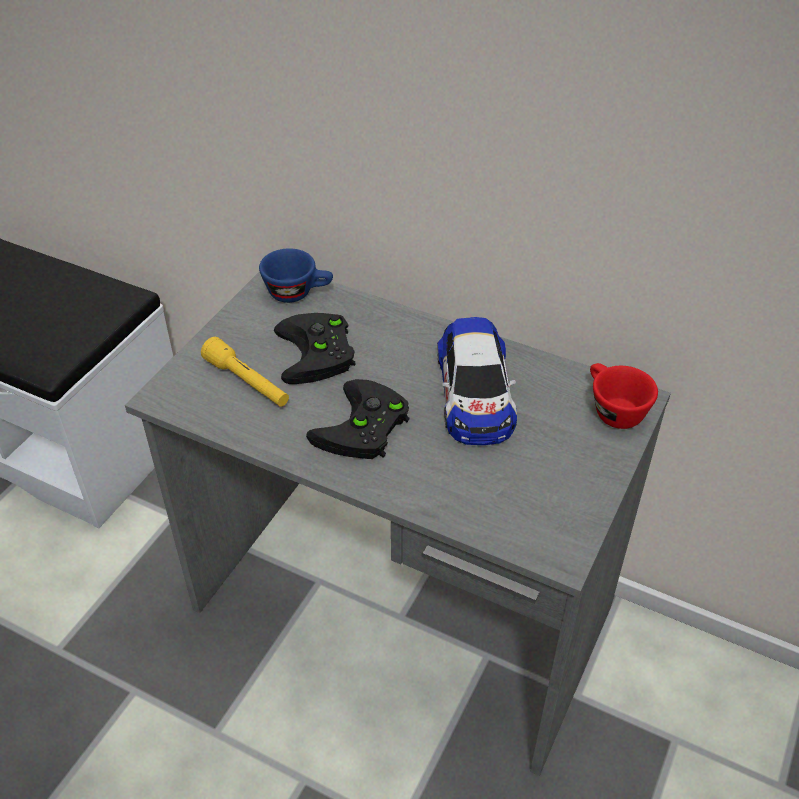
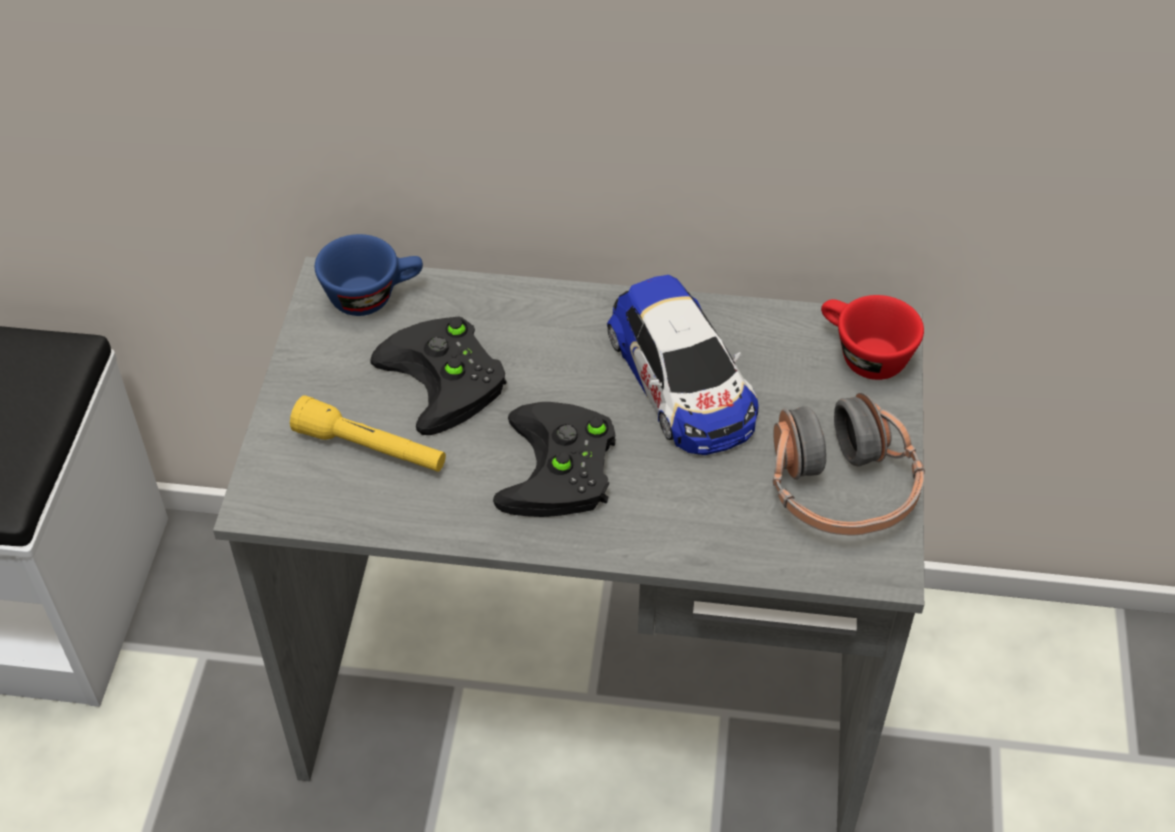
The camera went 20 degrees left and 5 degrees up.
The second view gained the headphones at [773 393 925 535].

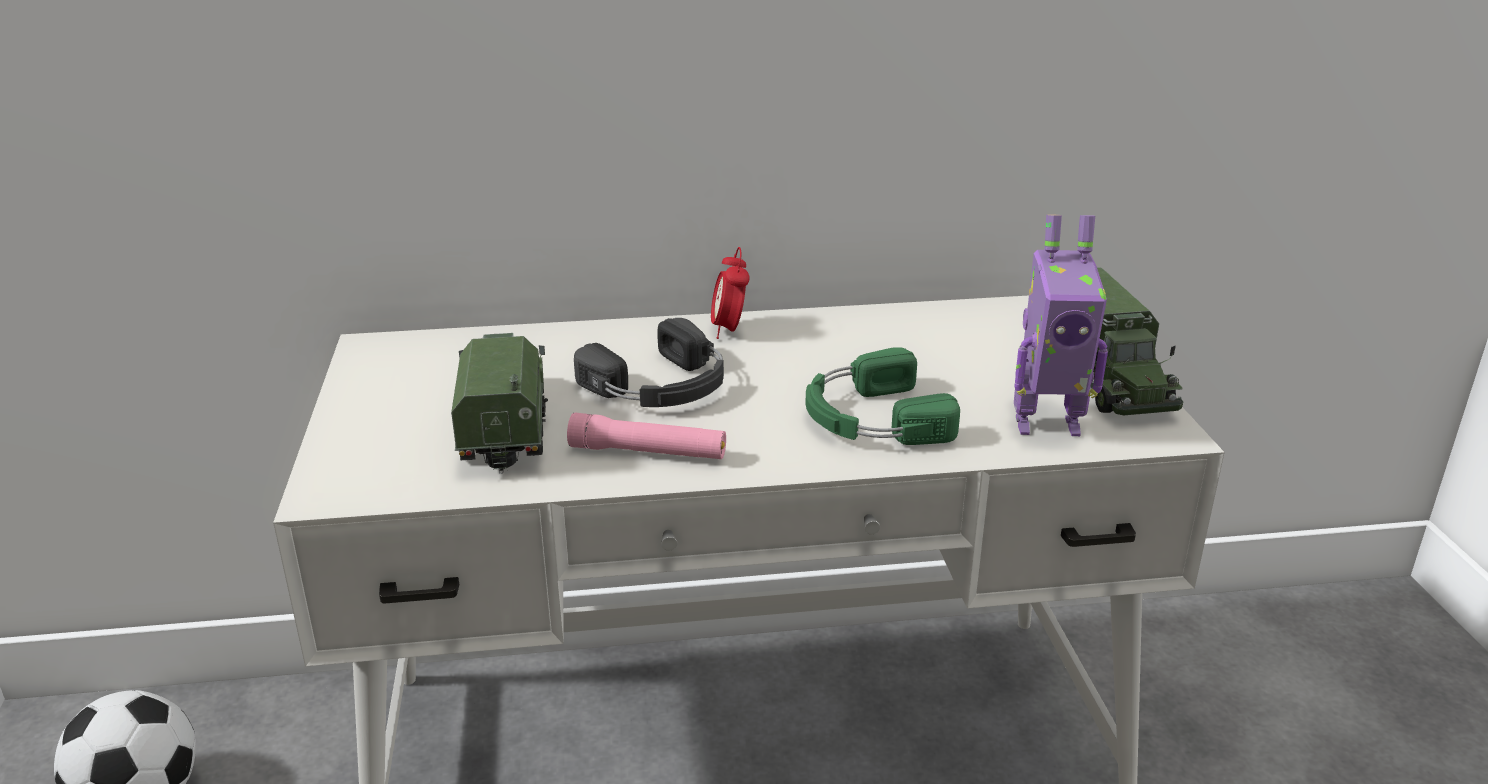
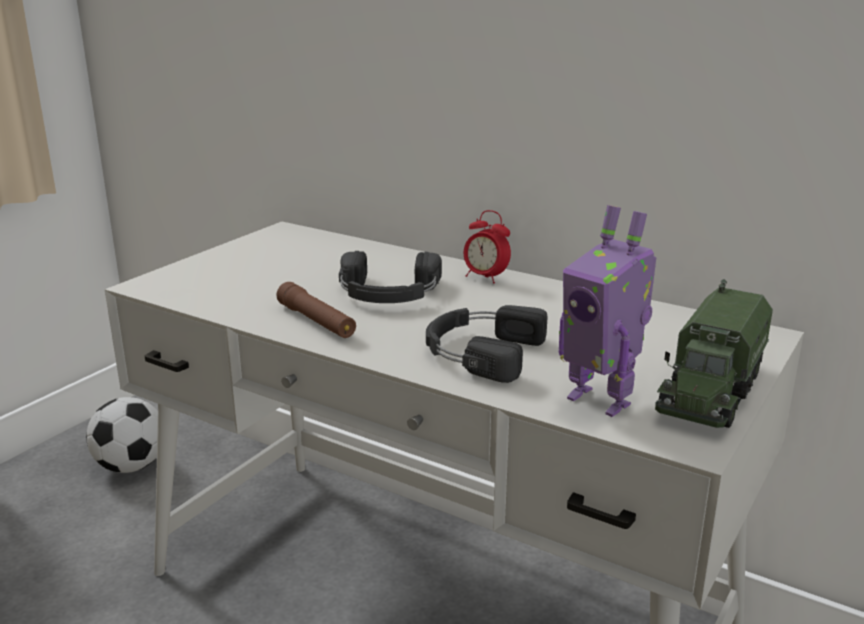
The camera went 40 degrees right and 5 degrees down.
What was the flashlight in pink at [567 413 726 459] turned into the flashlight in brown at [277 282 356 338].
What was the headphones in green at [806 347 960 445] turned into the headphones in black at [426 305 547 383].
The alarm clock at [711 247 750 339] ended up facing another way, 90 degrees counterclockwise from before.
The second view lost the toy truck at [451 333 548 474].

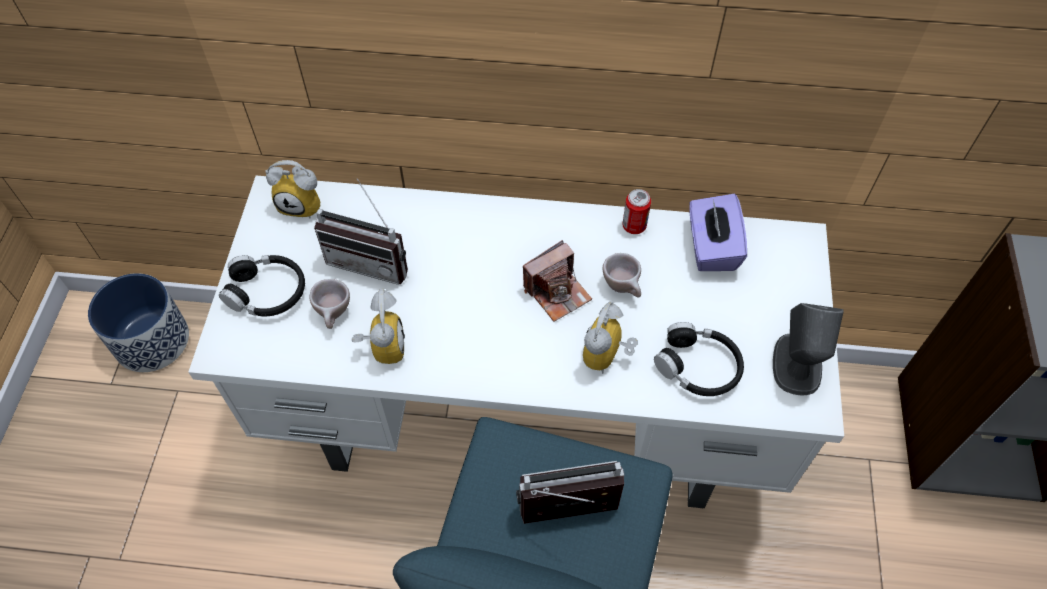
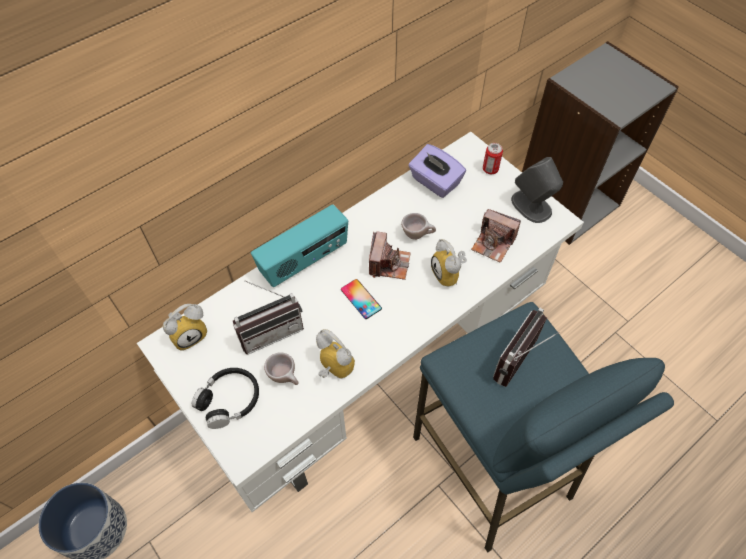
The camera went 45 degrees left and 0 degrees up.
The second view gained the radio at [251 204 348 287].
The second view gained the phone at [341 279 382 319].
Where the headphones in black stood at [654 322 744 396], the photo camera came to stand at [471 209 521 263].
The can ended up elsewhere, having gone from [622 189 651 234] to [483 143 503 174].

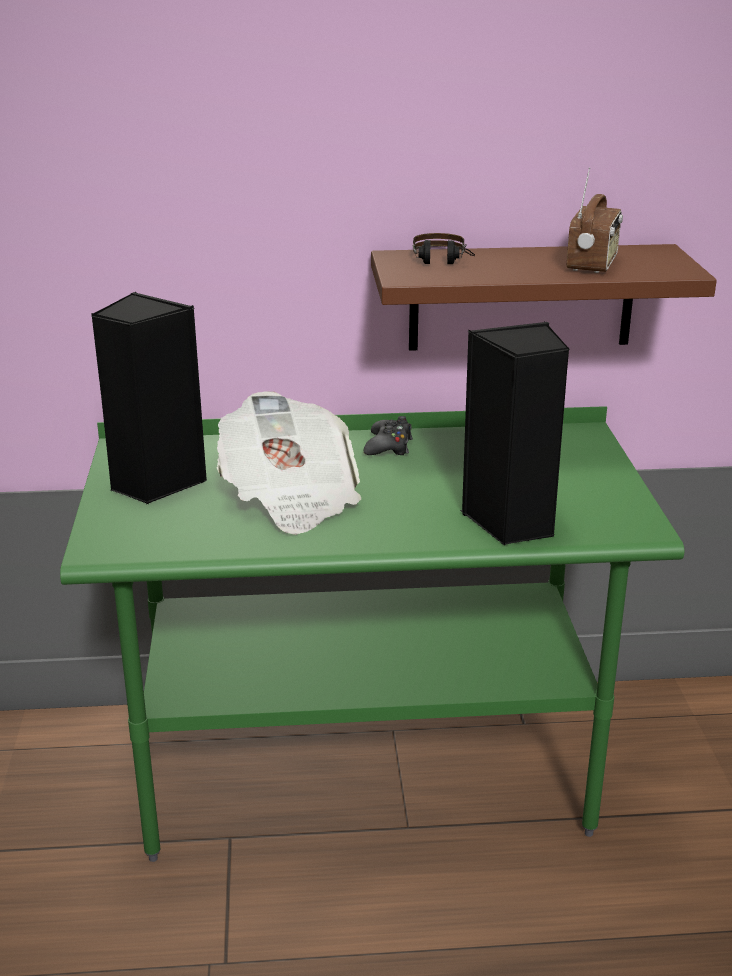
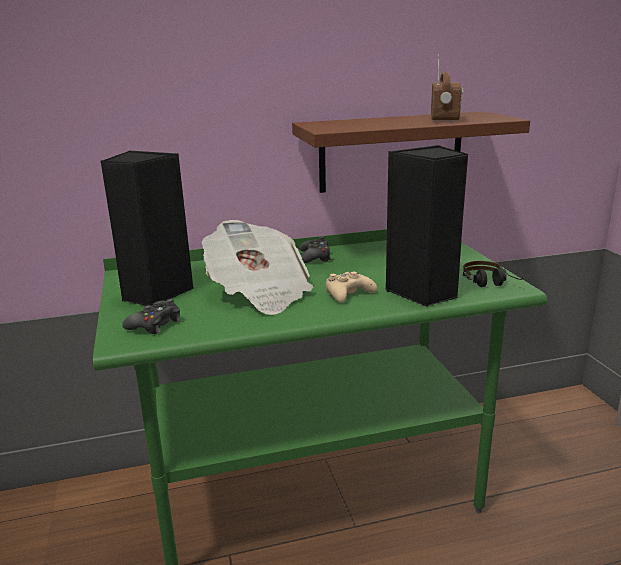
The camera went 10 degrees left and 5 degrees down.
The second view gained the game controller in black at [122 299 181 334].
The second view gained the game controller in beige at [326 271 377 303].
The headphones ended up elsewhere, having gone from [412 233 475 264] to [463 261 523 287].

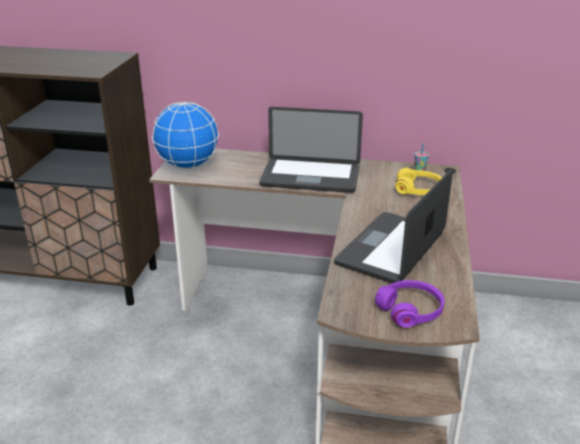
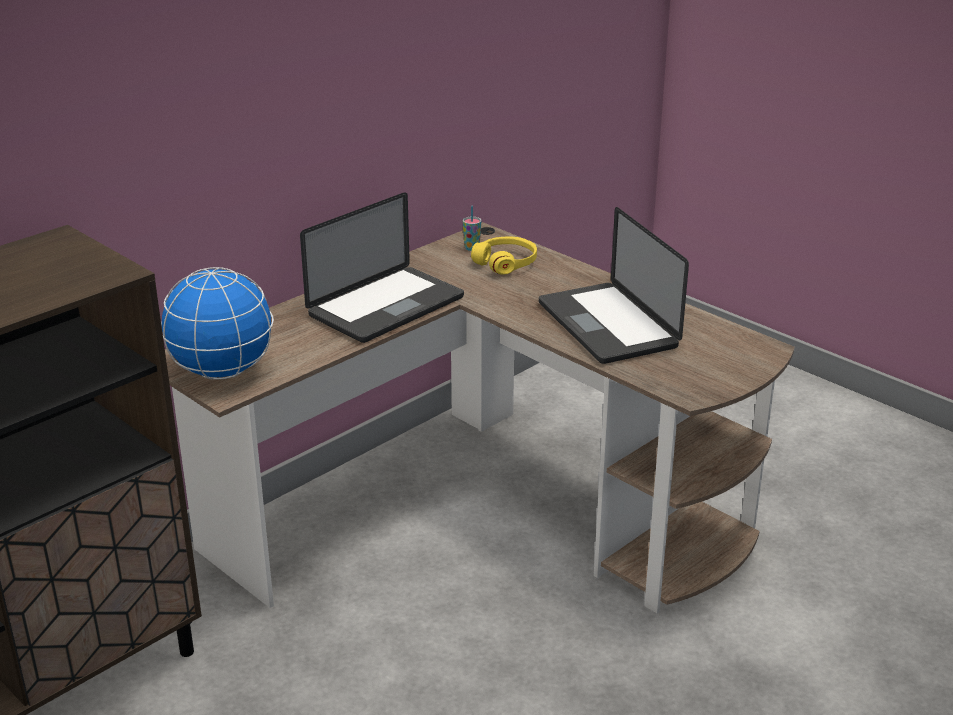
The camera went 55 degrees left and 0 degrees up.
The second view lost the headphones in purple at [375 280 444 328].

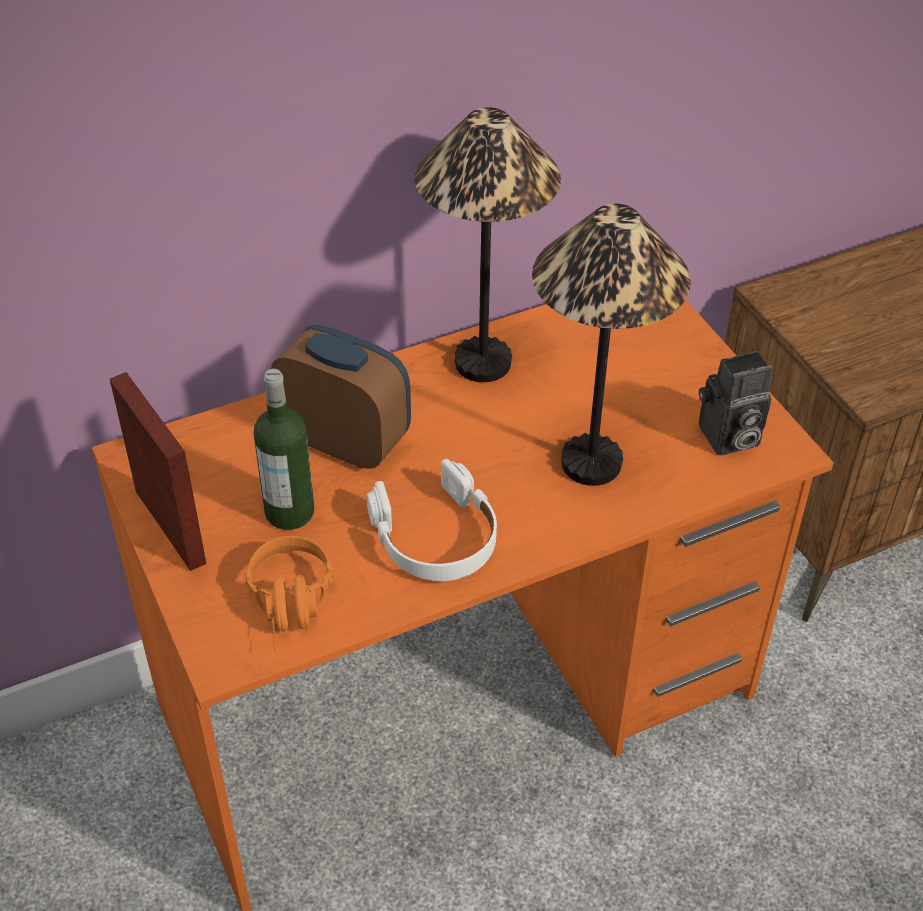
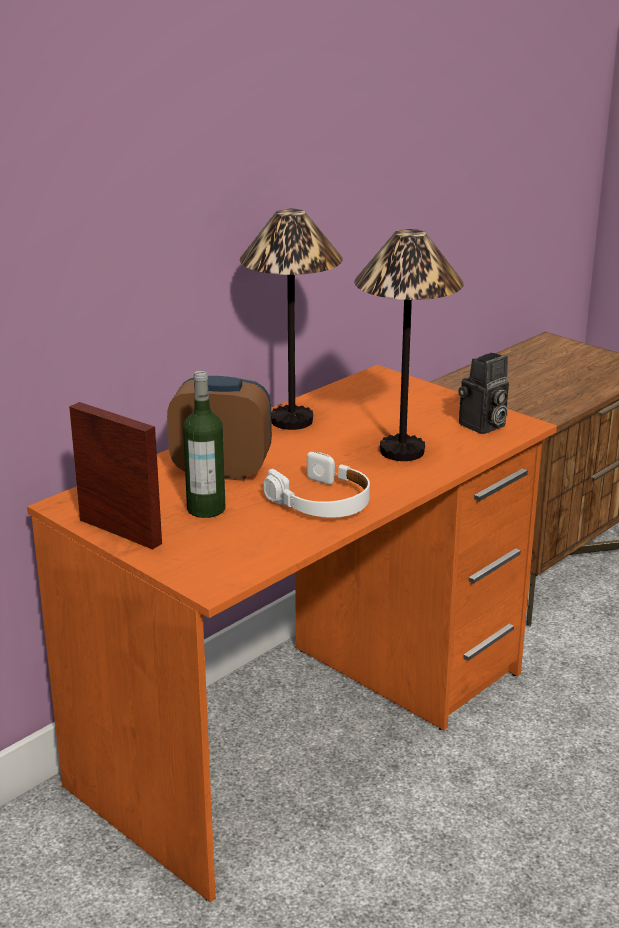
The camera went 20 degrees left and 20 degrees down.
The second view lost the headphones in orange at [245 536 334 650].

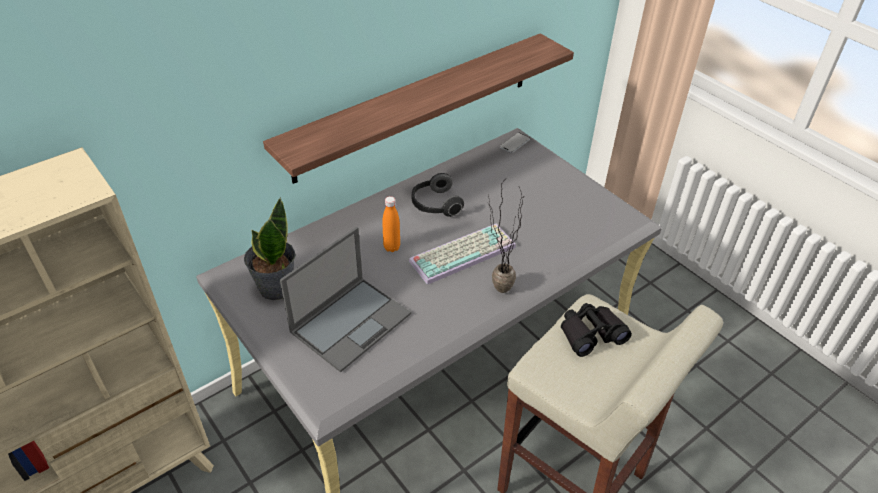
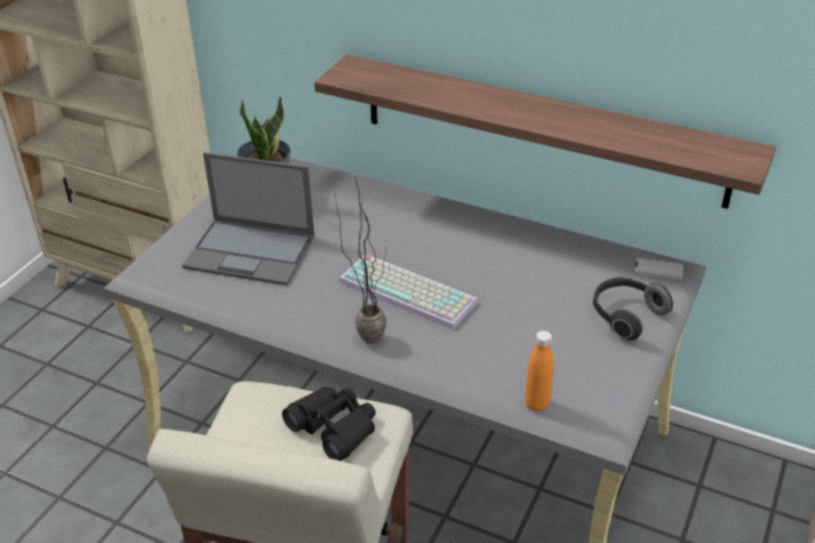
The camera went 65 degrees right and 5 degrees down.
The bottle in orange ended up elsewhere, having gone from [382 196 400 252] to [525 331 554 412].
The headphones ended up elsewhere, having gone from [411 173 464 217] to [593 277 673 341].

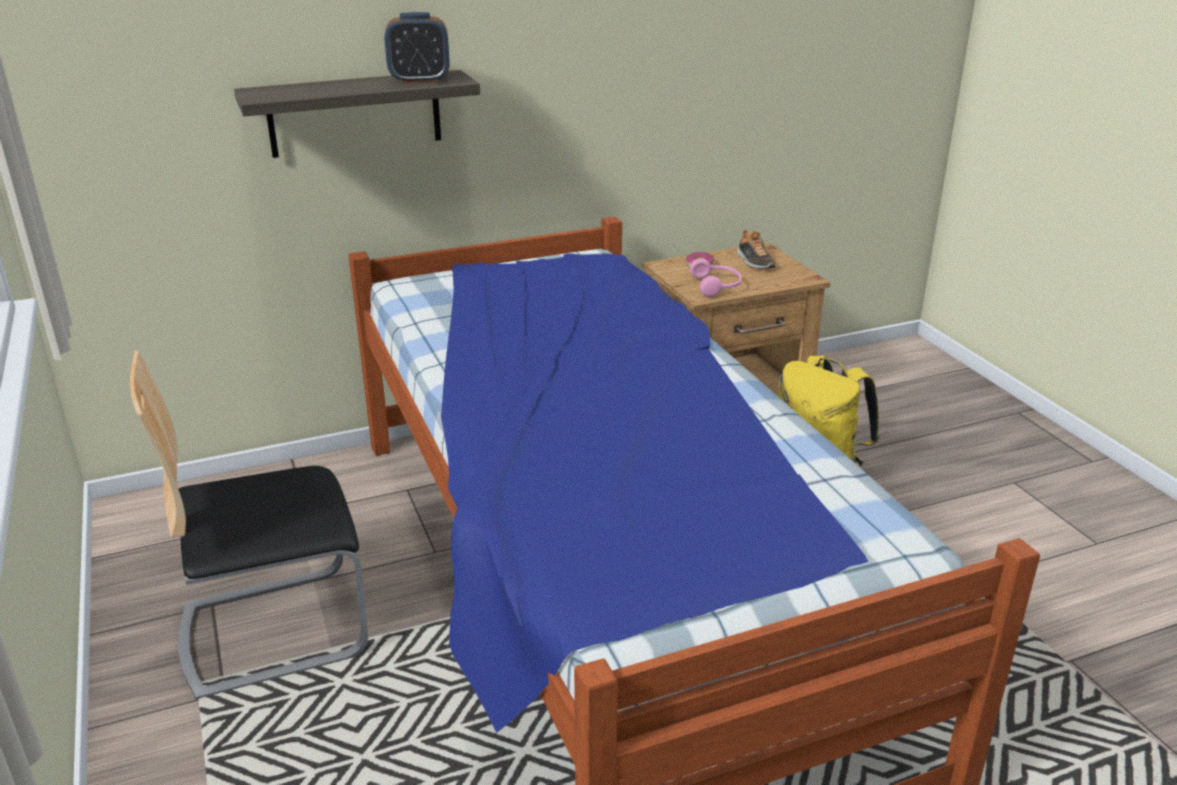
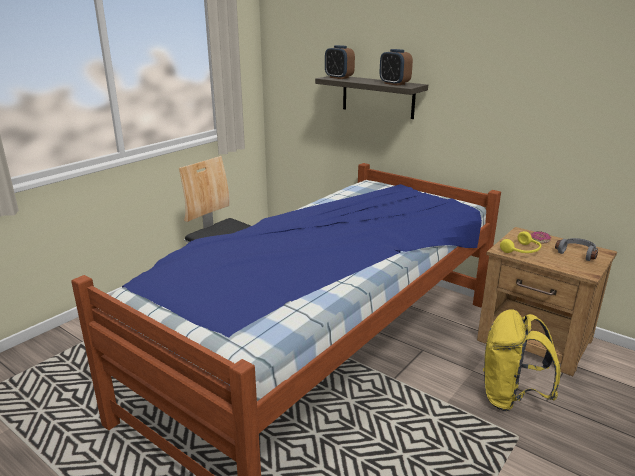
The camera went 60 degrees right and 5 degrees down.
The second view gained the alarm clock at [325 45 355 79].
What was the headphones in pink at [689 258 742 297] turned into the headphones in yellow at [500 231 541 253].
Where the shoe stood at [737 230 776 269], the headphones in grey came to stand at [555 238 598 261].

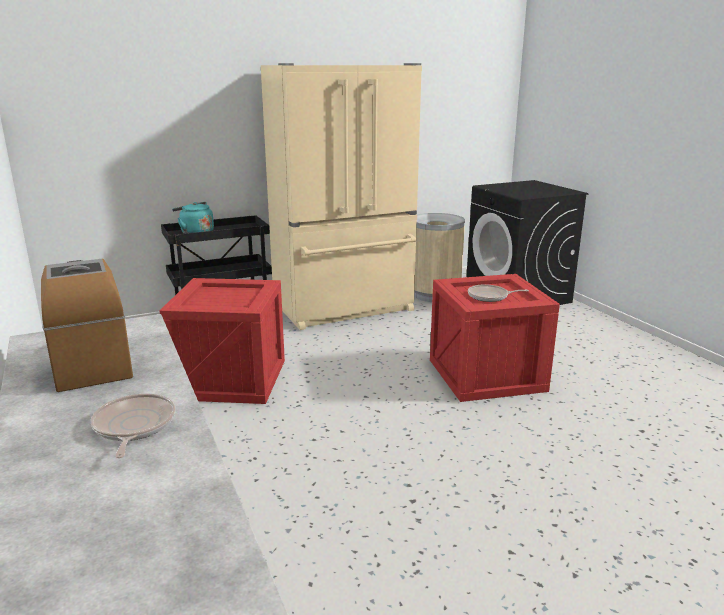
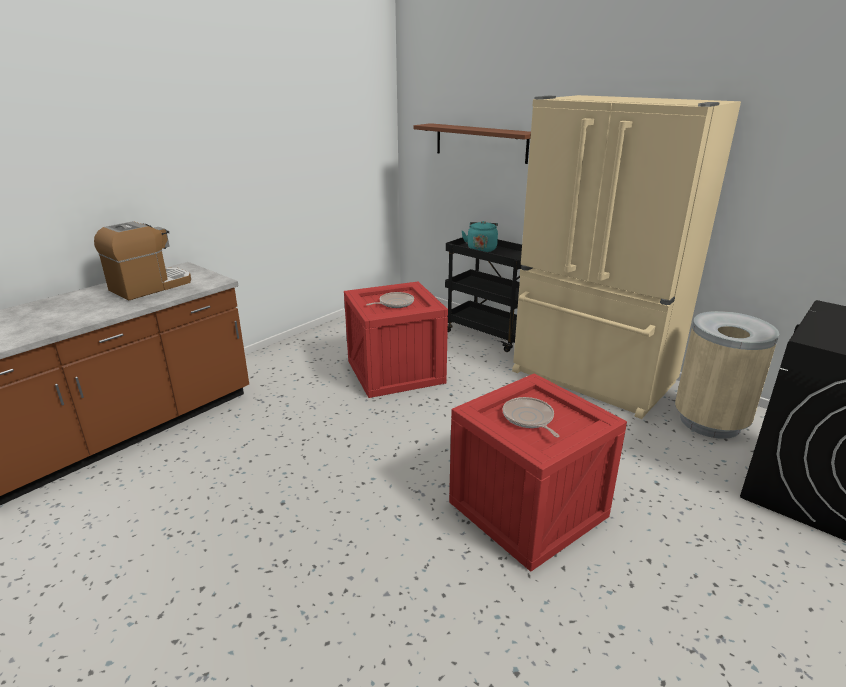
The camera went 65 degrees right and 5 degrees up.
The frying pan ended up elsewhere, having gone from [90 394 175 458] to [366 292 414 308].
The second view gained the shelf in brown at [414 123 531 164].

